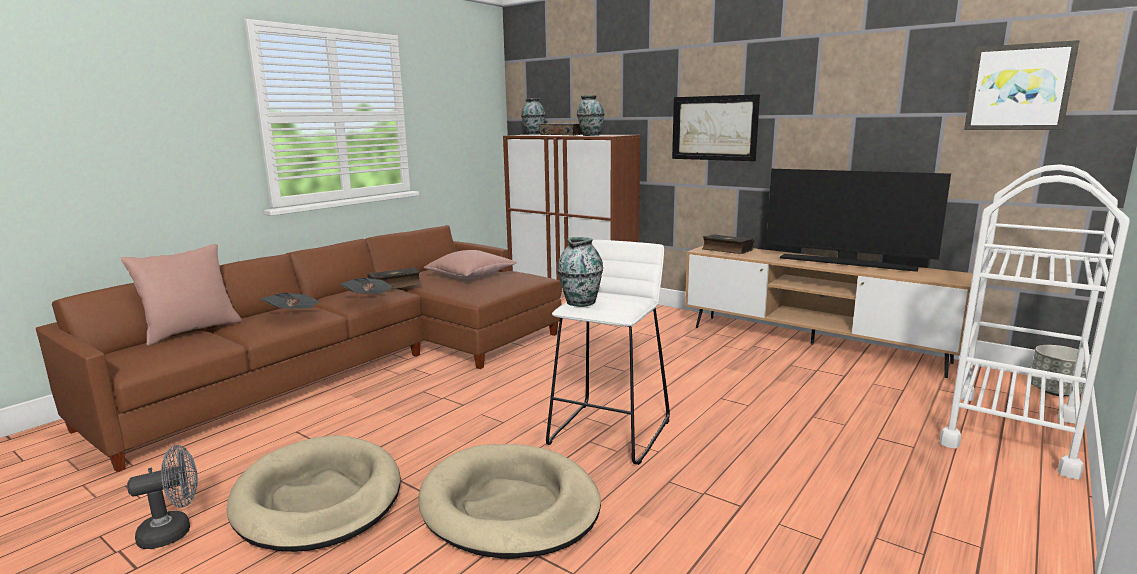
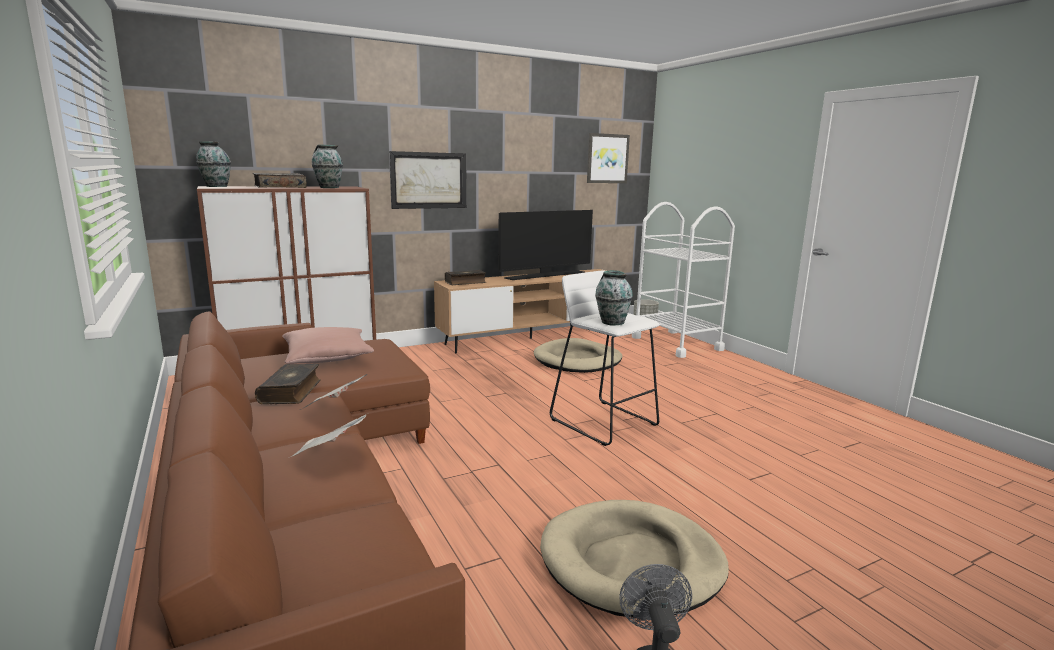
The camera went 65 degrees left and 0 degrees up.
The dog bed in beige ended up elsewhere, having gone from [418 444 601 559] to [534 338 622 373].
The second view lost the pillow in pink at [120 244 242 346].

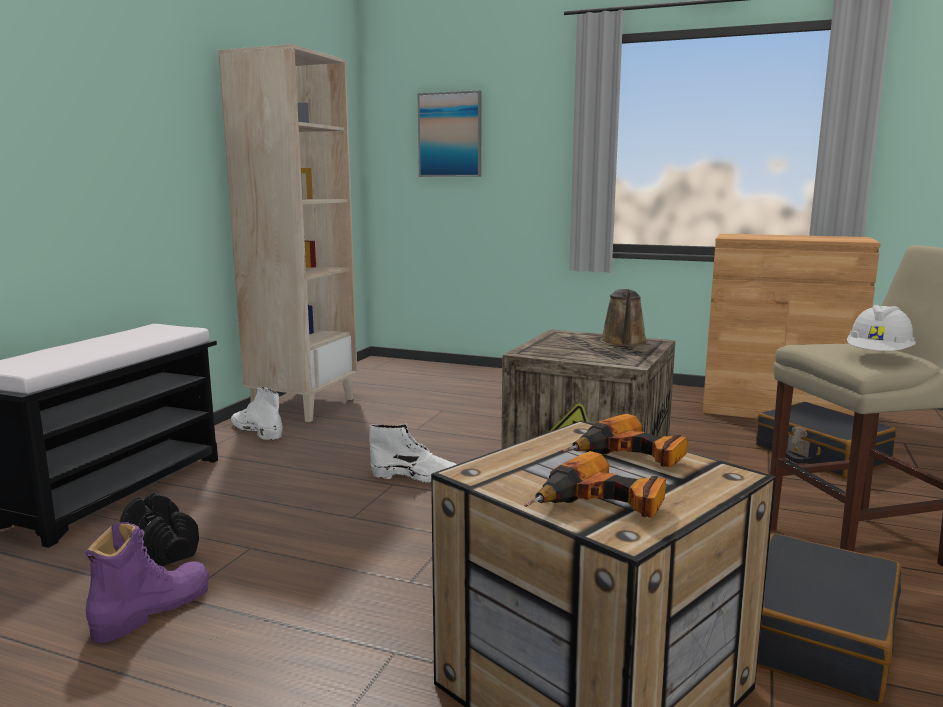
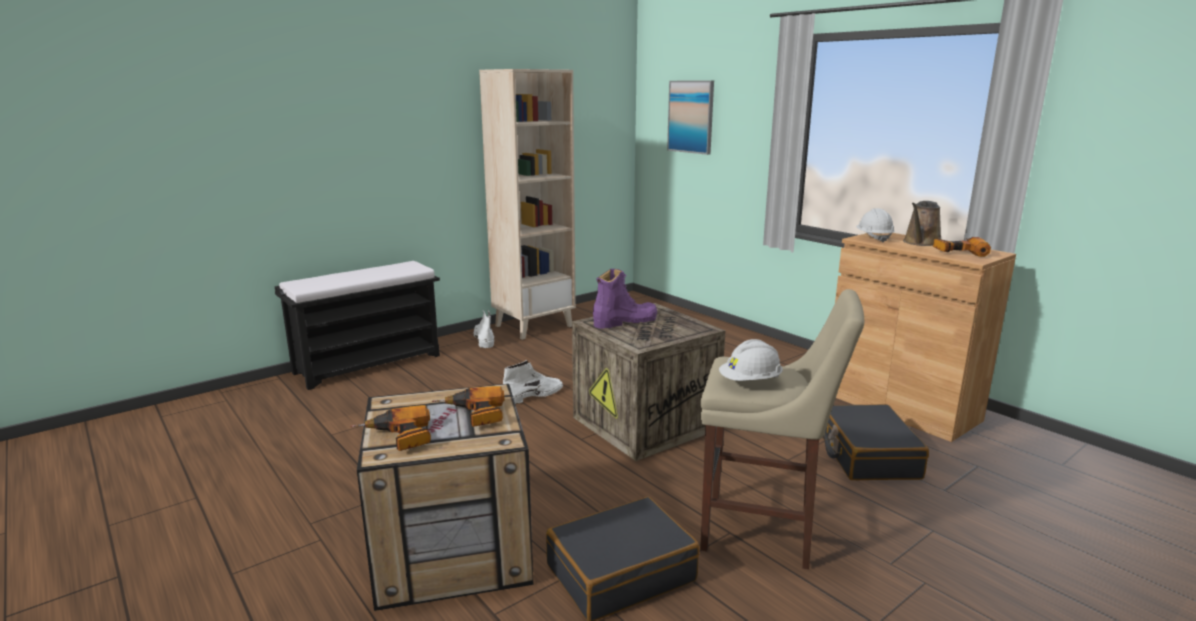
The camera went 30 degrees right and 5 degrees up.
The boot in white at [369 424 457 483] ended up facing another way, 75 degrees counterclockwise from before.
The boot in purple ended up elsewhere, having gone from [85 522 209 643] to [593 269 657 329].
The second view gained the hard hat in white at [856 208 894 243].
The watering can in brown ended up elsewhere, having gone from [601 289 647 347] to [903 201 941 246].
The second view gained the power drill at [933 237 991 257].
The second view lost the dumbbell in black at [120 493 199 566].

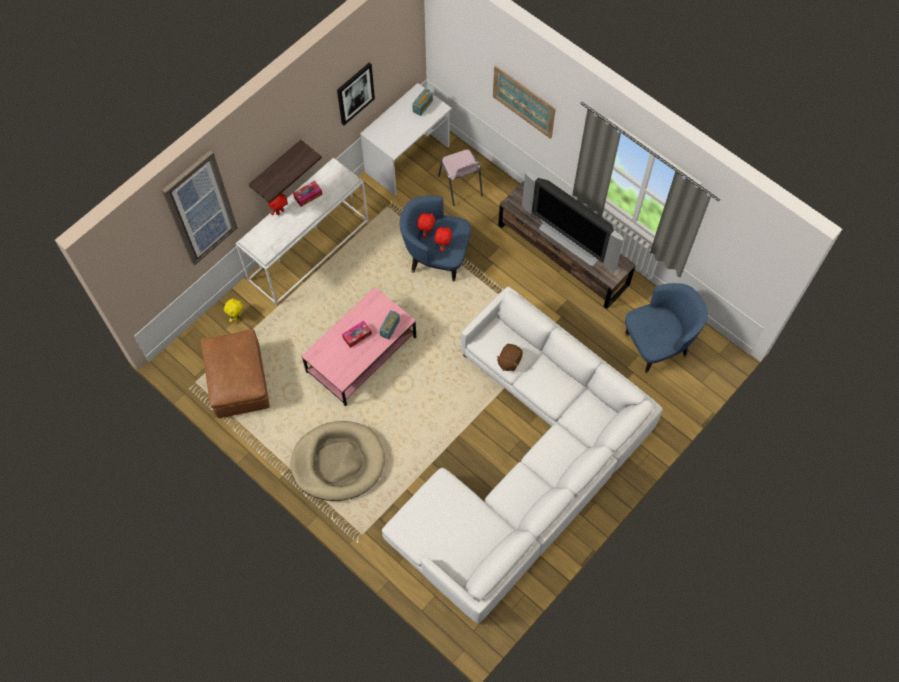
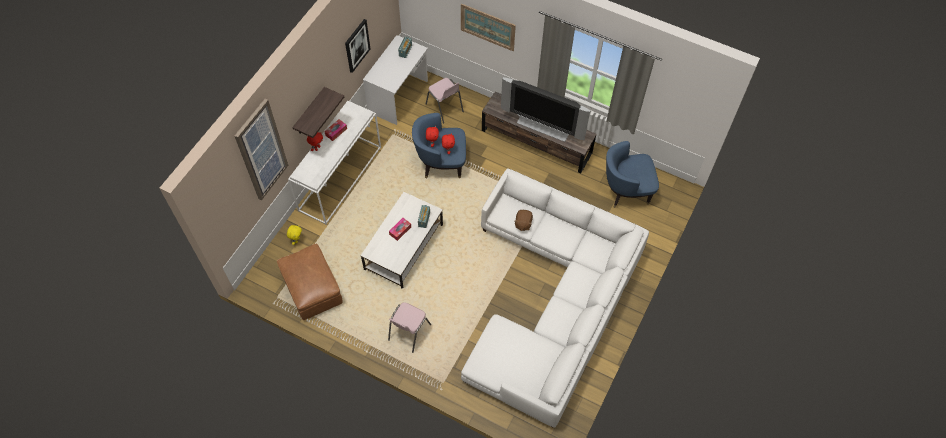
The camera went 15 degrees left and 5 degrees down.
What was the coffee table in pink at [301 287 416 406] turned into the coffee table in white at [361 192 443 289].
Where the dog bed in beige stood at [291 421 385 501], the chair in pink came to stand at [388 302 431 353].
The armchair in blue at [625 283 708 373] ended up facing another way, 150 degrees counterclockwise from before.

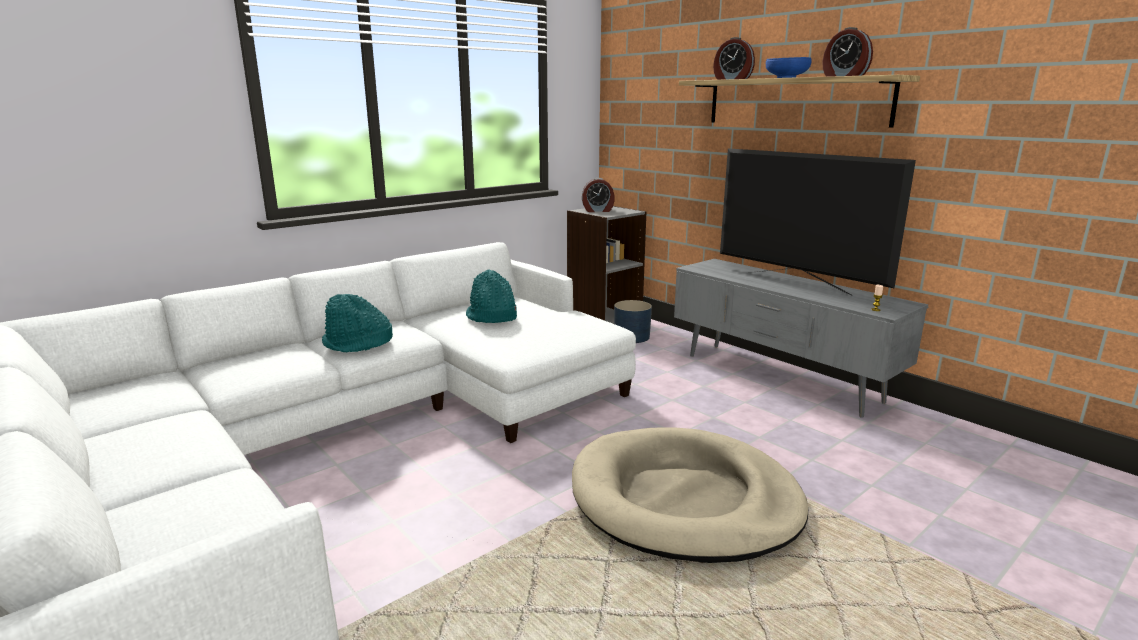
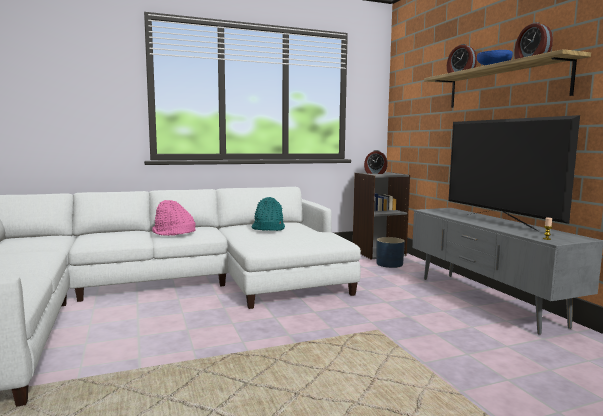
The camera went 20 degrees right and 10 degrees down.
What was the hat in turquoise at [322 294 393 352] turned into the hat in pink at [152 200 196 236].
The second view lost the dog bed in beige at [572 427 808 563].

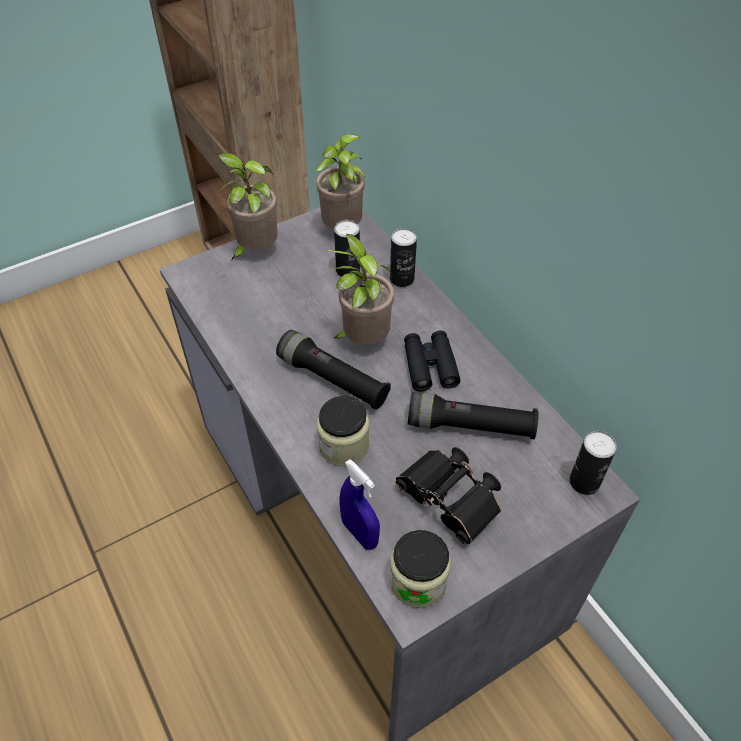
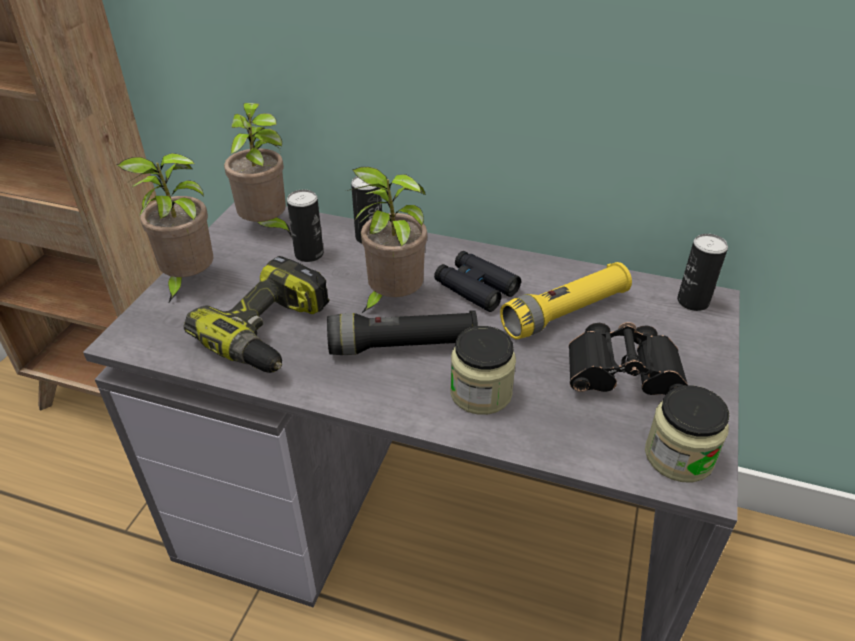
The camera went 40 degrees left and 10 degrees down.
The second view gained the power drill at [183 256 329 373].
What was the flashlight in black at [408 392 538 439] turned into the flashlight in yellow at [500 262 632 339].
The second view lost the spray bottle in blue at [340 459 380 550].

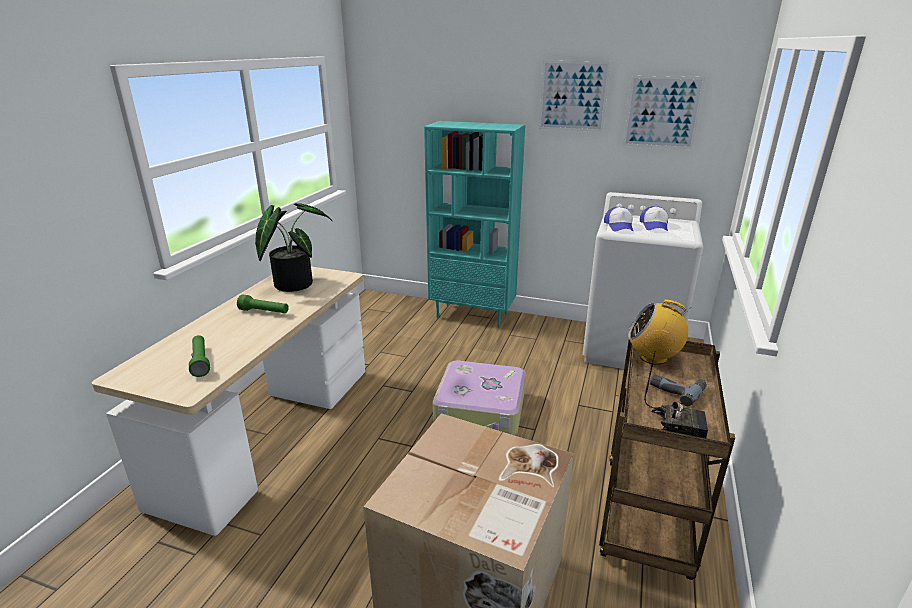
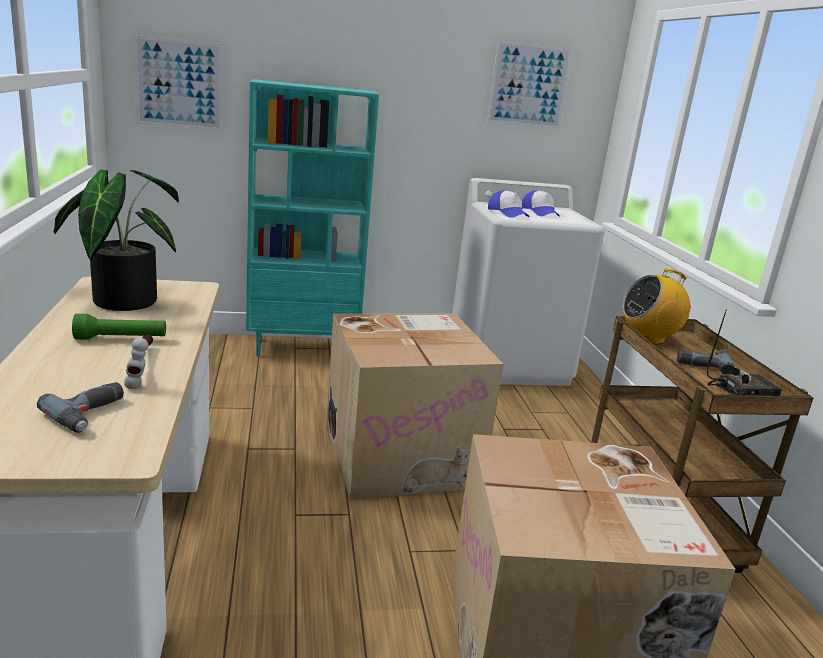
The camera went 30 degrees left and 5 degrees down.
Where the flashlight in green stood at [189 335 210 377], the power drill came to stand at [37 382 124 433].
The second view gained the hammer at [124 335 153 389].
The picture ended up elsewhere, having gone from [539 61 611 132] to [134 35 222 131].
Where the suitcase stood at [433 361 526 436], the cardboard box came to stand at [326 313 503 499].

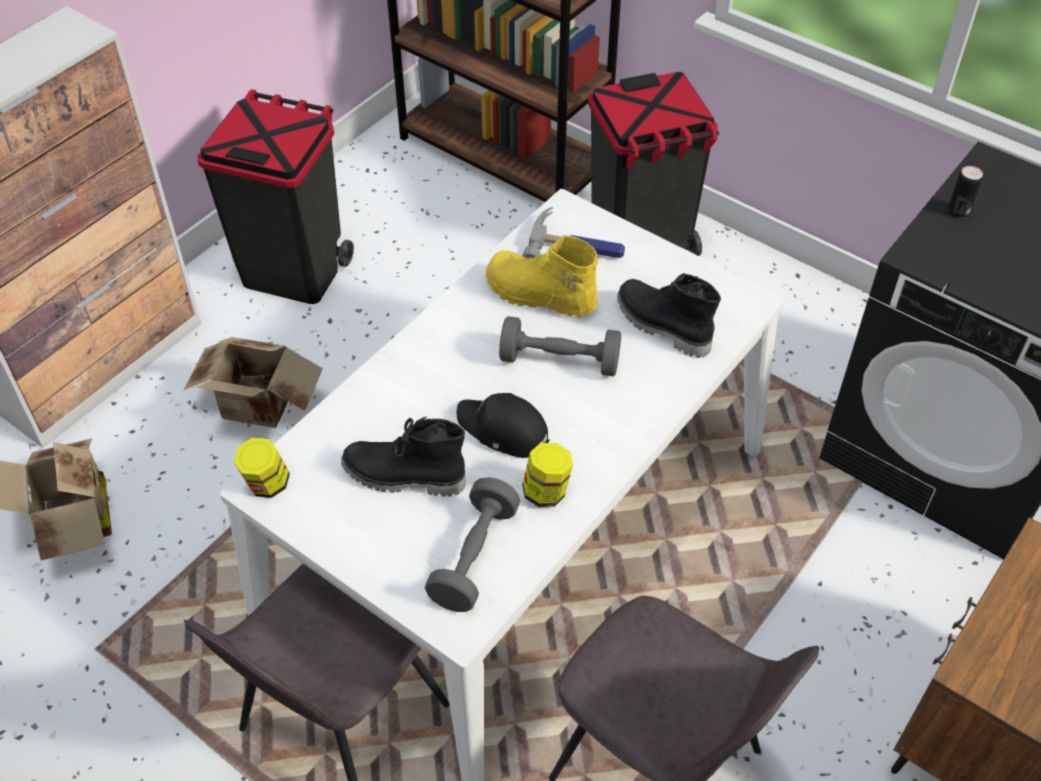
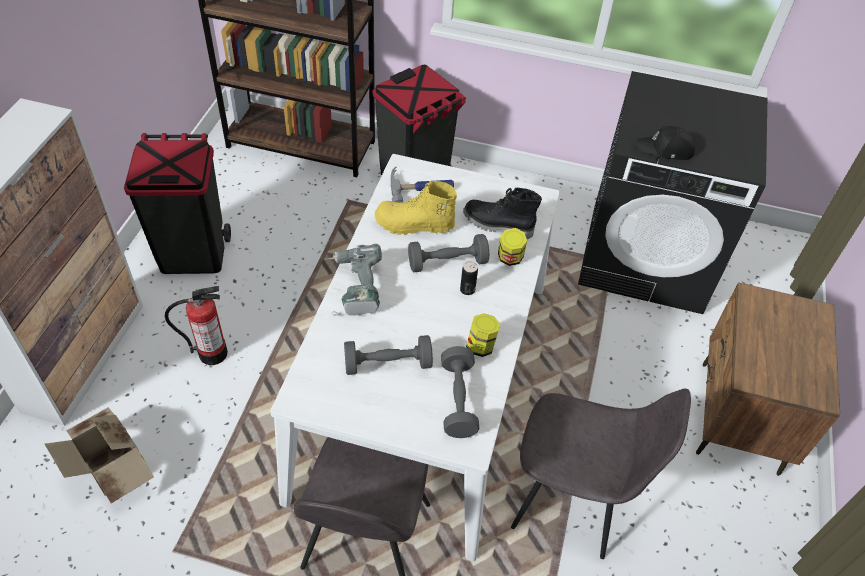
The camera went 25 degrees left and 0 degrees up.
Where the cardboard box stood at [184 337 323 428], the fire extinguisher came to stand at [165 286 228 365].
The second view gained the power drill at [325 244 382 316].
Where the boot in black stood at [341 416 466 497], the dumbbell in grey came to stand at [344 335 433 375].
The can ended up elsewhere, having gone from [948 166 983 218] to [460 261 478 295].
The jar ended up elsewhere, having gone from [234 437 290 498] to [498 228 527 266].
The cap in black ended up elsewhere, having gone from [456 393 550 458] to [636 126 696 160].

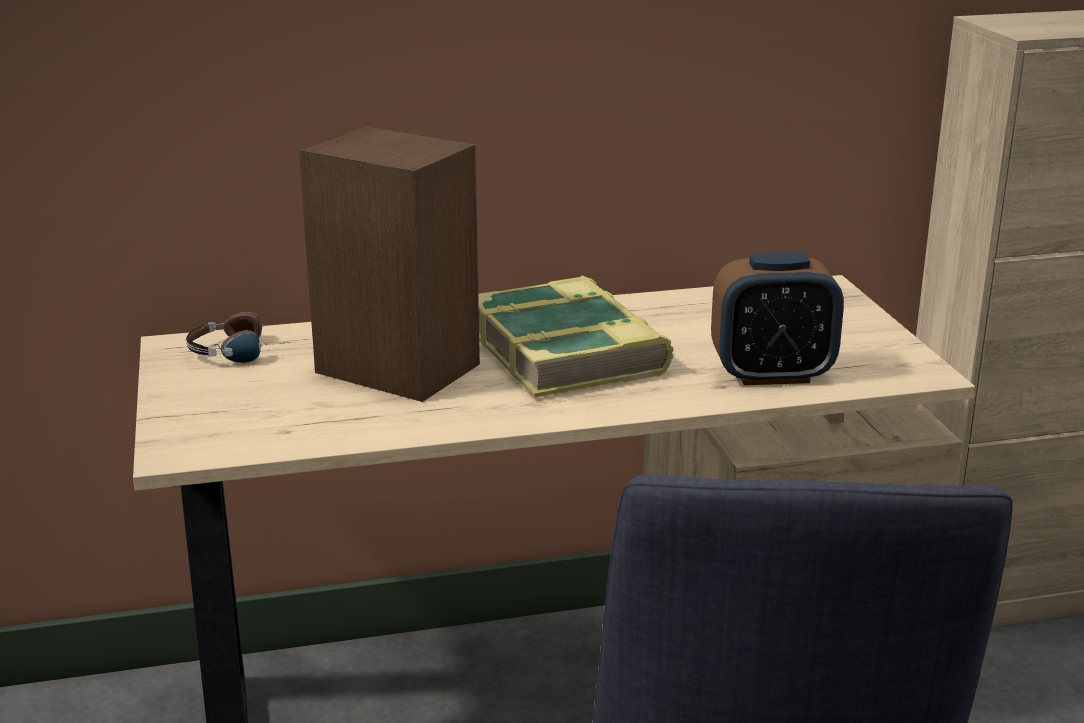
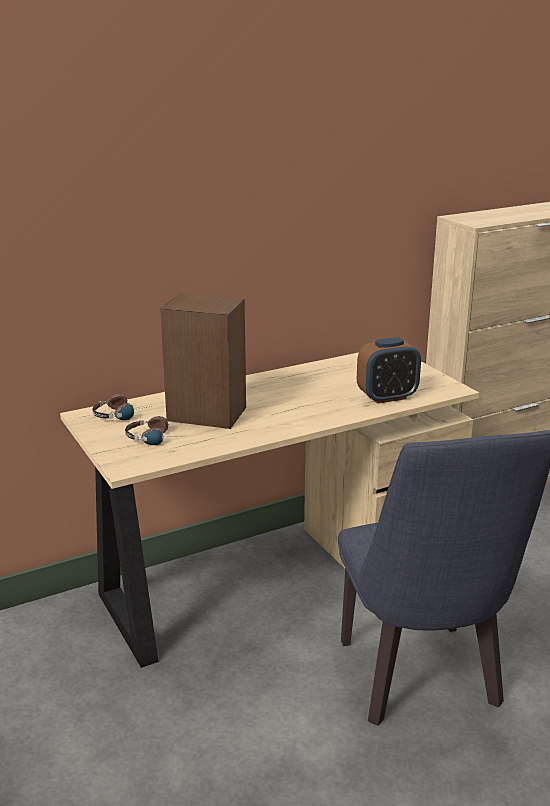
The camera went 15 degrees left and 0 degrees up.
The second view gained the headphones at [125 416 180 445].
The second view lost the book at [478 276 674 398].

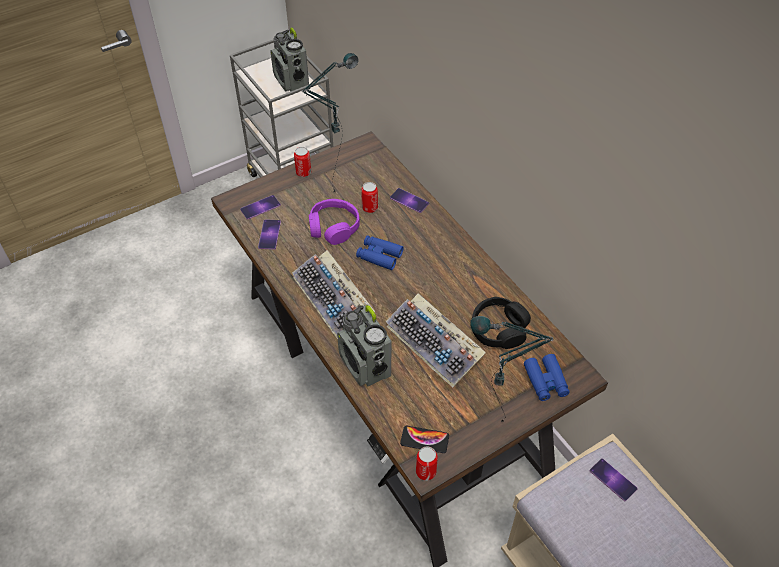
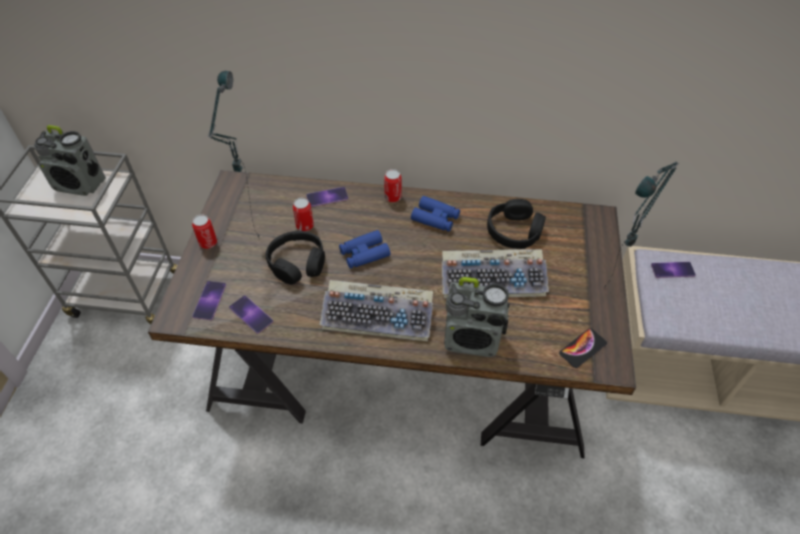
The camera went 50 degrees left and 0 degrees up.
What was the headphones in purple at [309 199 360 245] turned into the headphones in black at [265 231 325 285].
The can ended up elsewhere, having gone from [416 446 438 481] to [384 169 402 202].
The binoculars in blue ended up elsewhere, having gone from [524 354 570 401] to [411 196 460 232].

